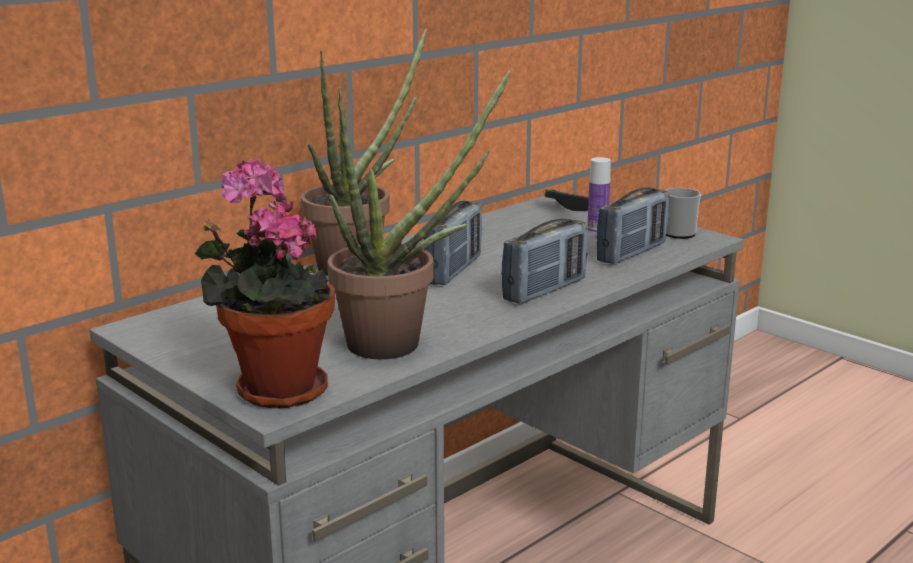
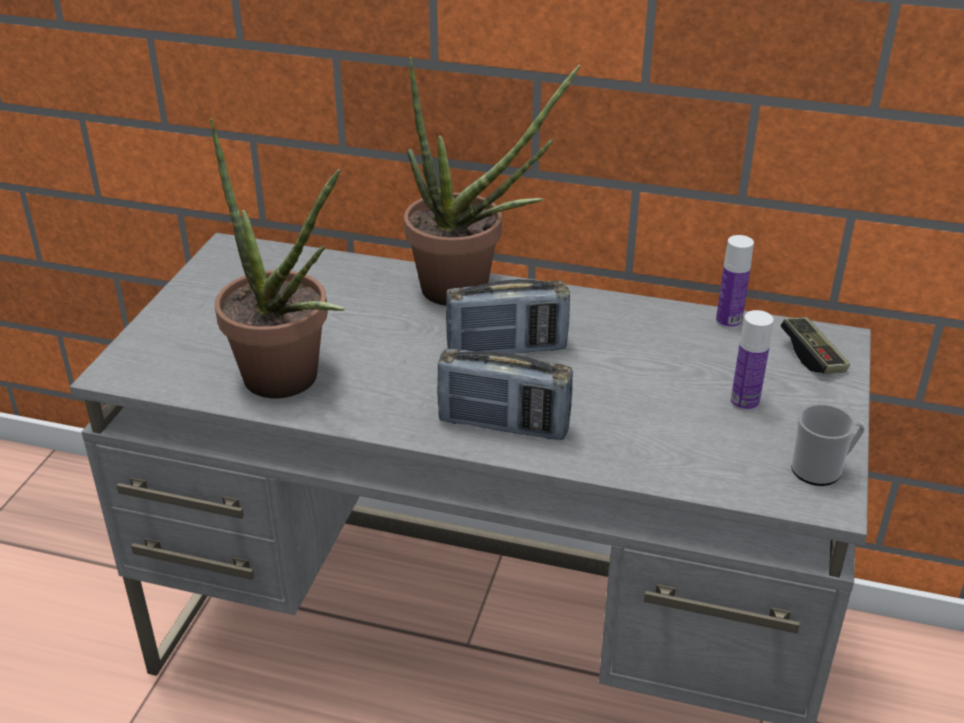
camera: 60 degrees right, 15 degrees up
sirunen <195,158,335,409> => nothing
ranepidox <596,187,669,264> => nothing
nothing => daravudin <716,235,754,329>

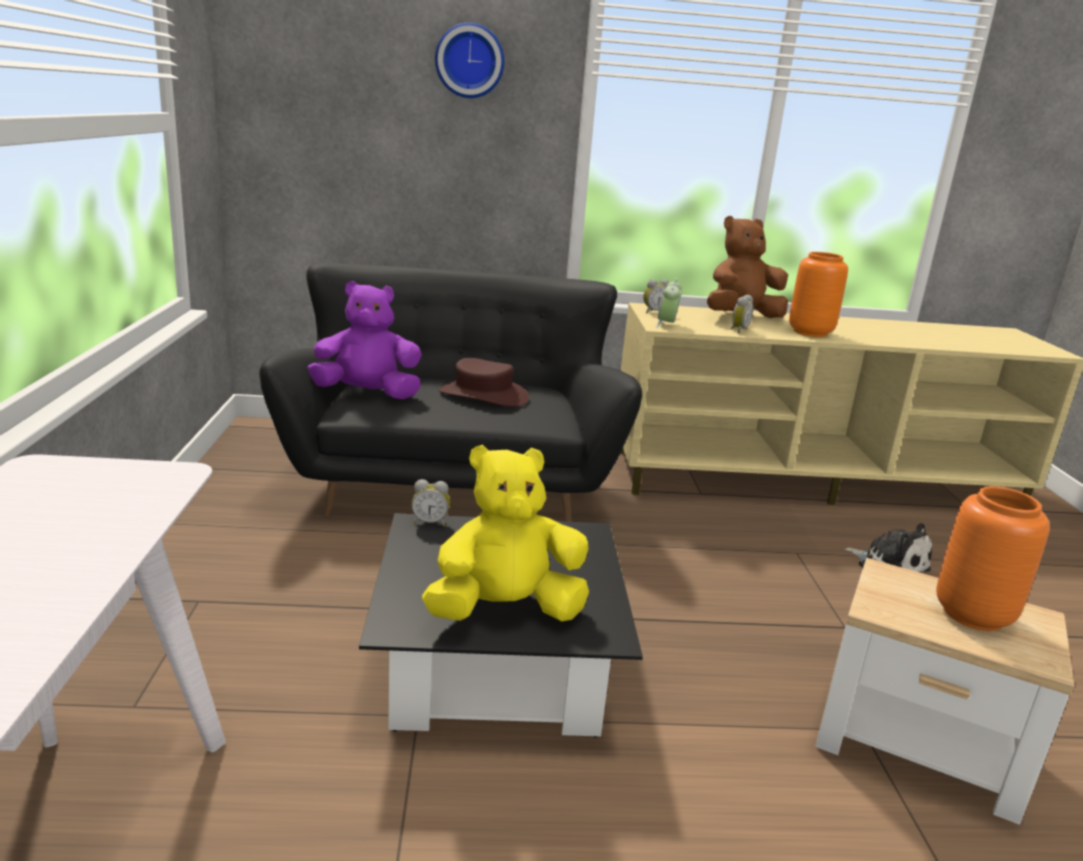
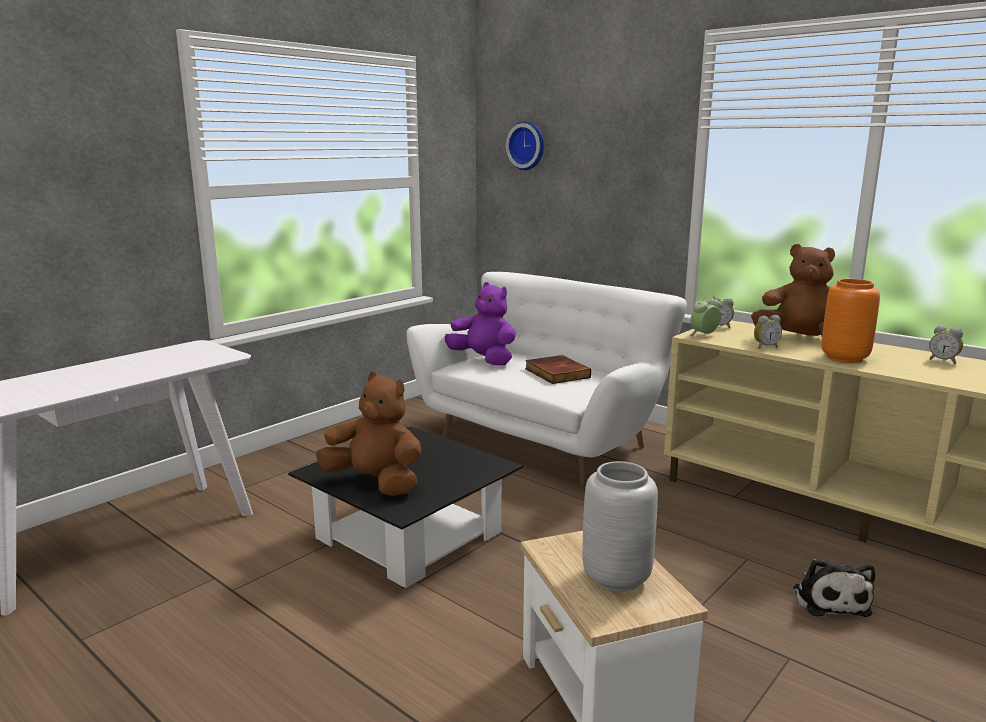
camera: 45 degrees right, 5 degrees down
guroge <435,22,504,98> => guroge <506,121,544,170>, moved
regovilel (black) <259,263,642,522> => regovilel (white) <406,272,687,486>
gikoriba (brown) <439,358,529,407> => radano <525,355,591,384>
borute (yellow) <422,445,589,621> => borute (brown) <316,371,421,496>
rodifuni <411,479,450,527> => rodifuni <929,326,963,364>, moved
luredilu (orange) <936,486,1050,631> => luredilu (grey) <582,461,658,592>

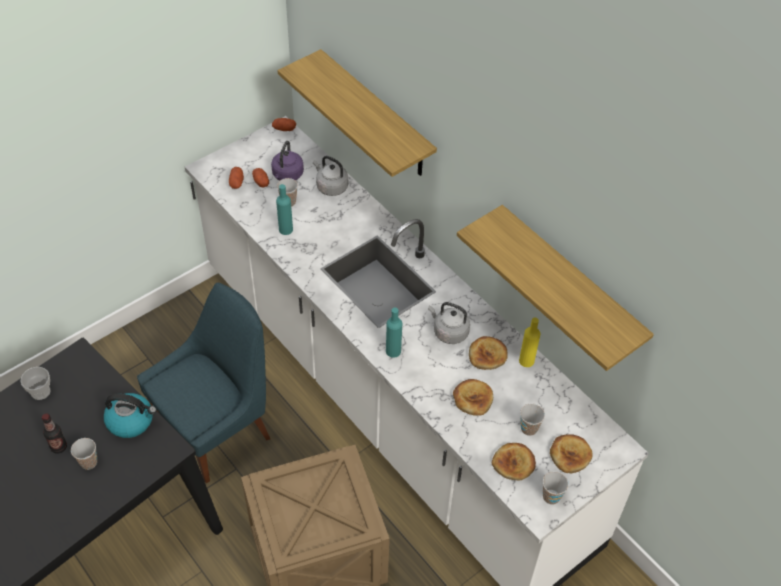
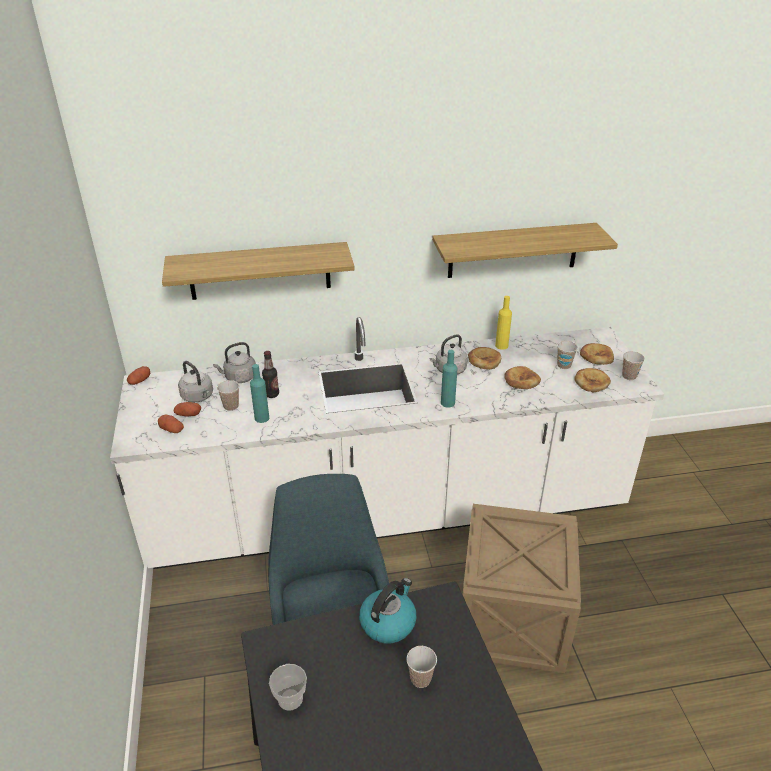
camera: 60 degrees left, 15 degrees down
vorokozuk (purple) <271,141,304,181> => vorokozuk (grey) <178,361,213,403>
daravudin <42,413,67,453> => daravudin <262,351,279,398>, moved

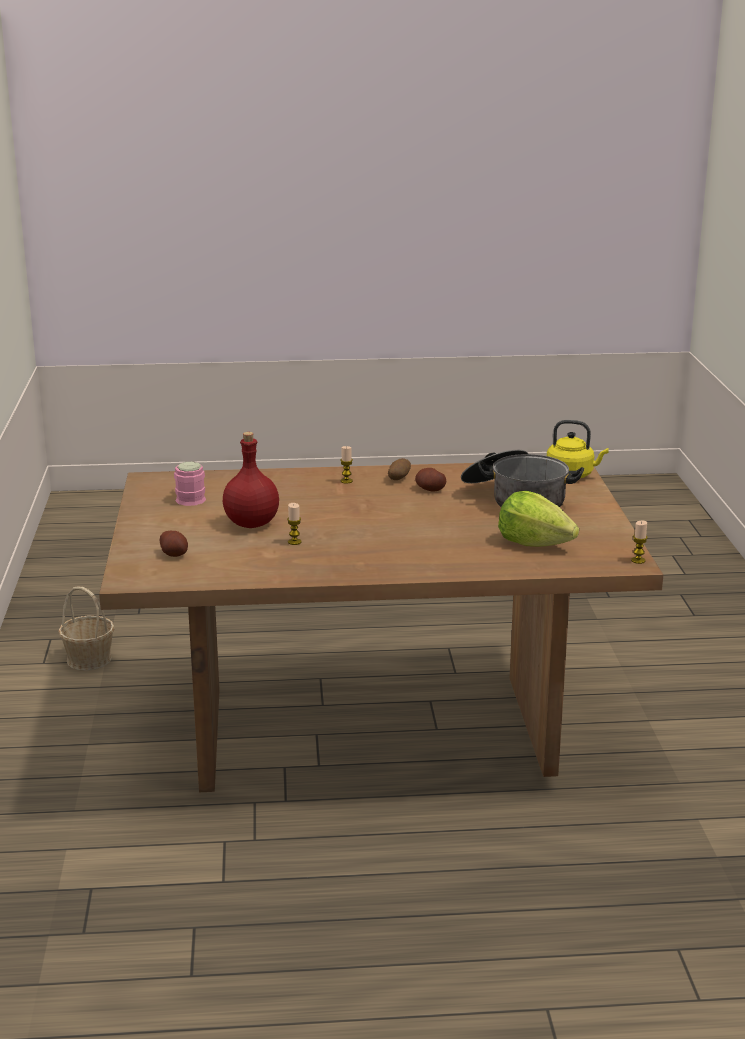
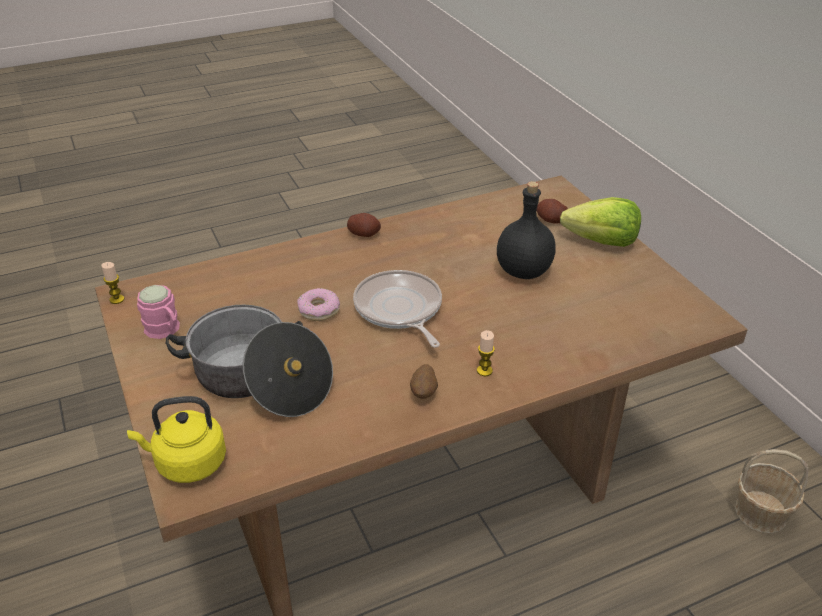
camera: 160 degrees right, 15 degrees up
daravudin (red) <223,432,279,528> => daravudin (black) <497,181,556,279>
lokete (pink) <174,461,206,506> => lokete (pink) <137,285,180,339>, moved
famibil <415,468,446,491> => famibil <347,213,381,237>, moved
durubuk <498,491,579,547> => durubuk <560,197,641,247>, moved
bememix <287,503,302,545> => nothing
nothing => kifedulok <353,270,442,348>
nothing => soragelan <297,288,340,321>

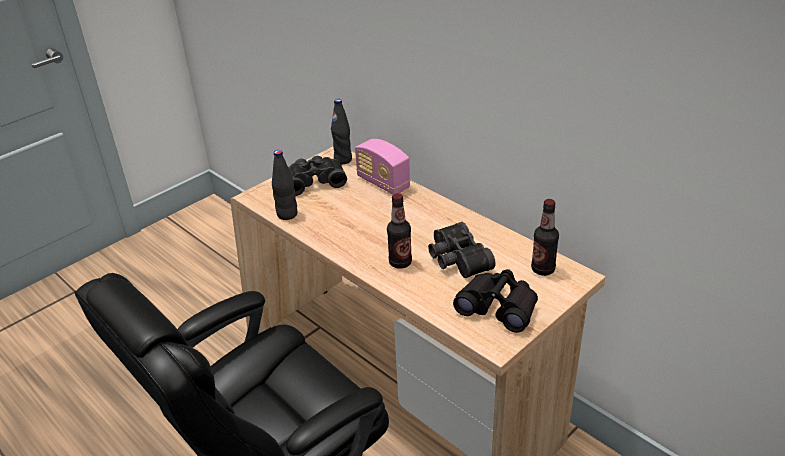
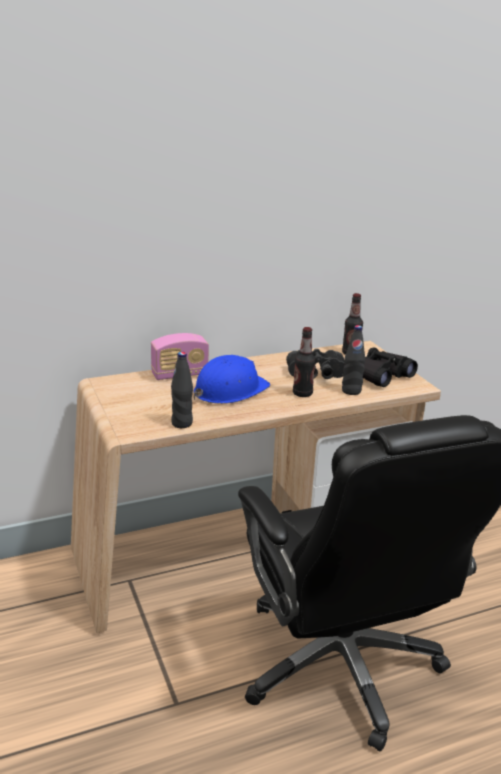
camera: 70 degrees left, 10 degrees down
daravudin (black) <331,99,352,164> => daravudin (black) <342,325,365,395>, moved
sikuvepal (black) <288,156,347,196> => nothing
nothing => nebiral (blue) <194,355,270,404>

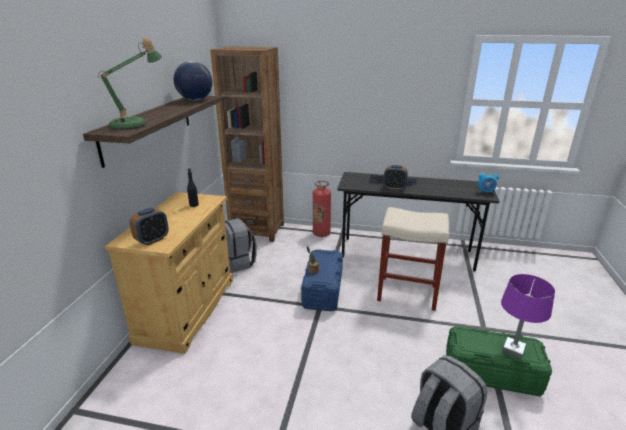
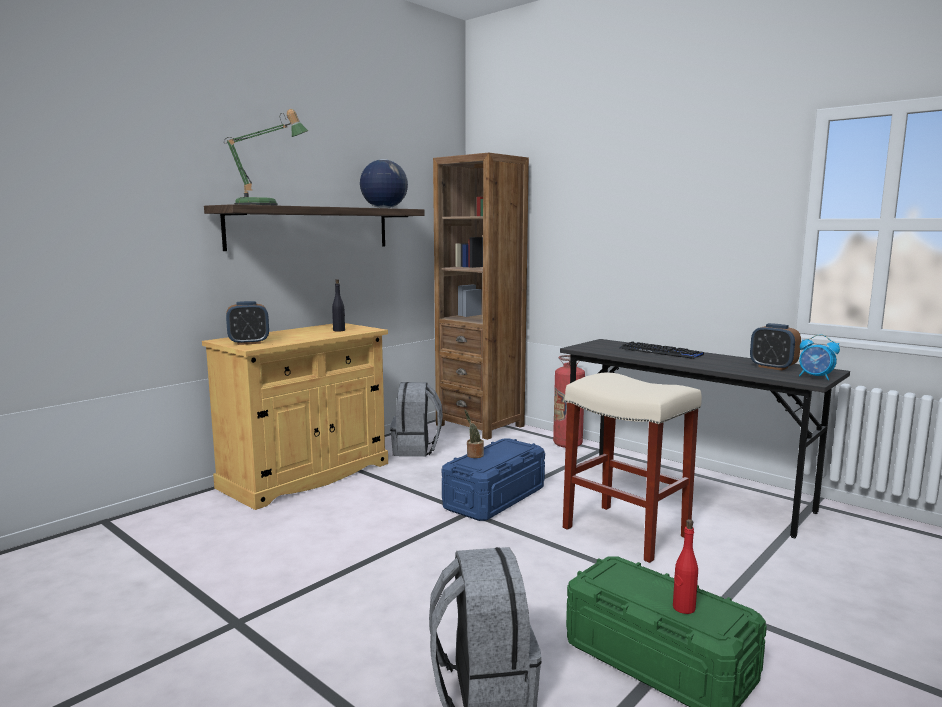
camera: 30 degrees right, 15 degrees down
rodifuni <383,165,408,191> => rodifuni <750,323,801,370>, moved
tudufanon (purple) <501,274,555,359> => daravudin (red) <673,519,698,614>

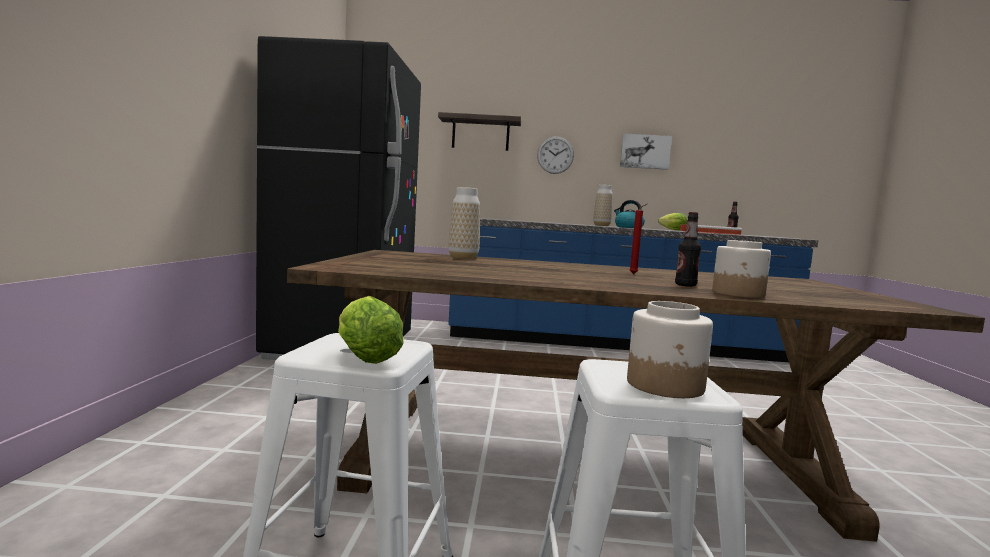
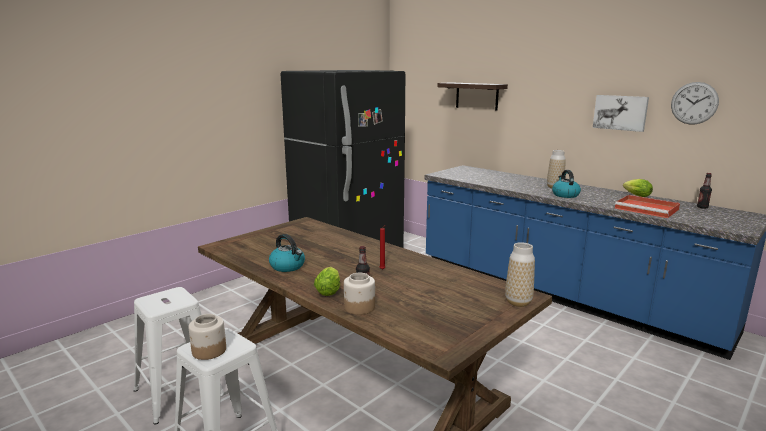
camera: 40 degrees right, 10 degrees up
guroge <537,136,574,174> => guroge <671,82,719,125>, moved
luredilu <448,187,480,260> => luredilu <505,242,535,307>, moved
durubuk <338,296,404,364> => durubuk <314,267,340,296>, moved
nothing => vorokozuk <269,234,305,272>

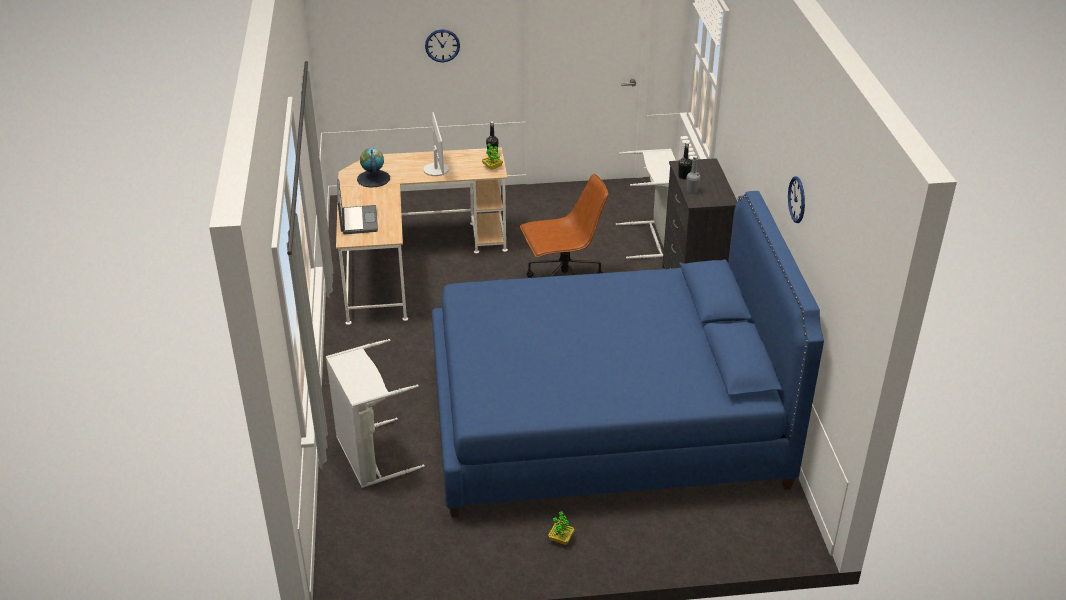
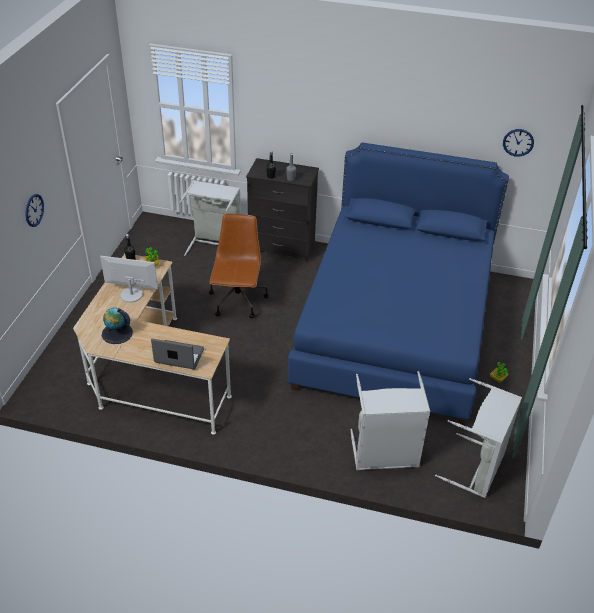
camera: 70 degrees left, 5 degrees up
guroge <788,176,805,223> => guroge <503,129,534,157>, moved
nothing => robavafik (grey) <435,378,522,498>

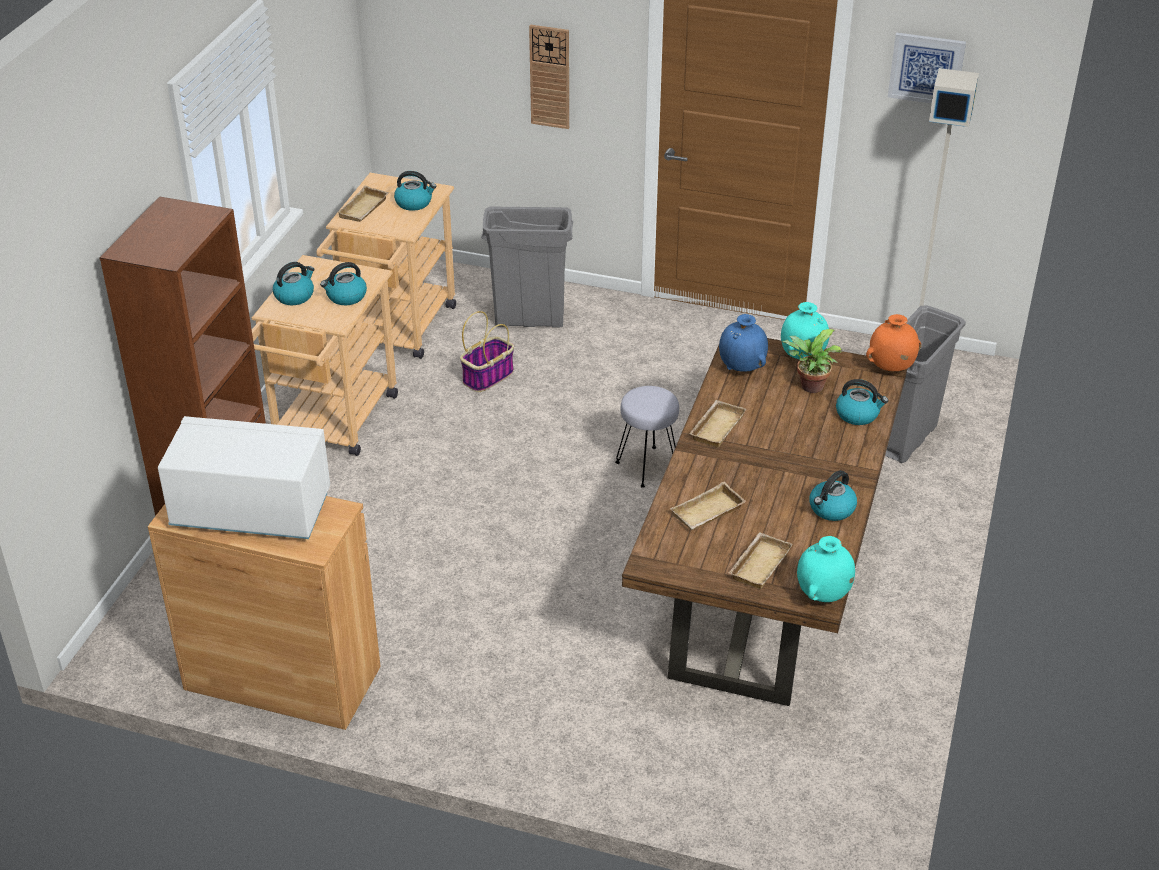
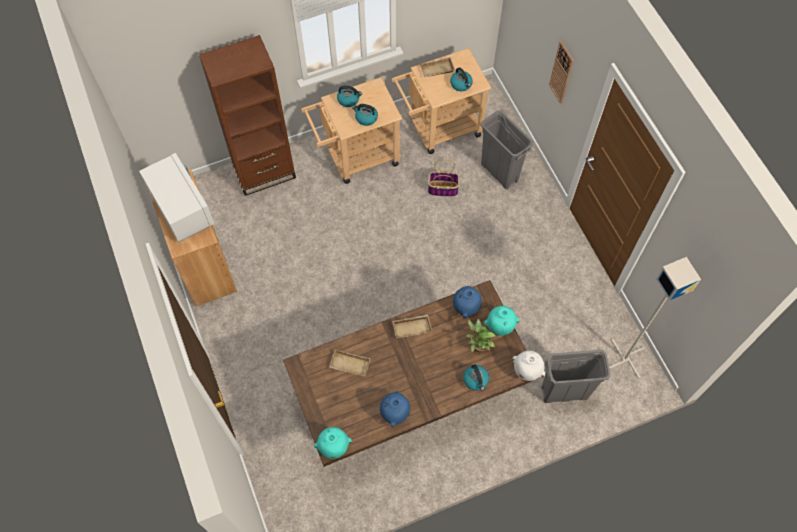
camera: 50 degrees right, 25 degrees up
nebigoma <888,32,966,104> => nothing
luredilu (orange) <866,314,921,371> => luredilu (white) <512,351,546,381>
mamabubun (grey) <615,386,679,488> => nothing
vorokozuk <809,470,857,521> => luredilu (blue) <380,391,410,427>
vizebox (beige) <729,532,793,589> => nothing

